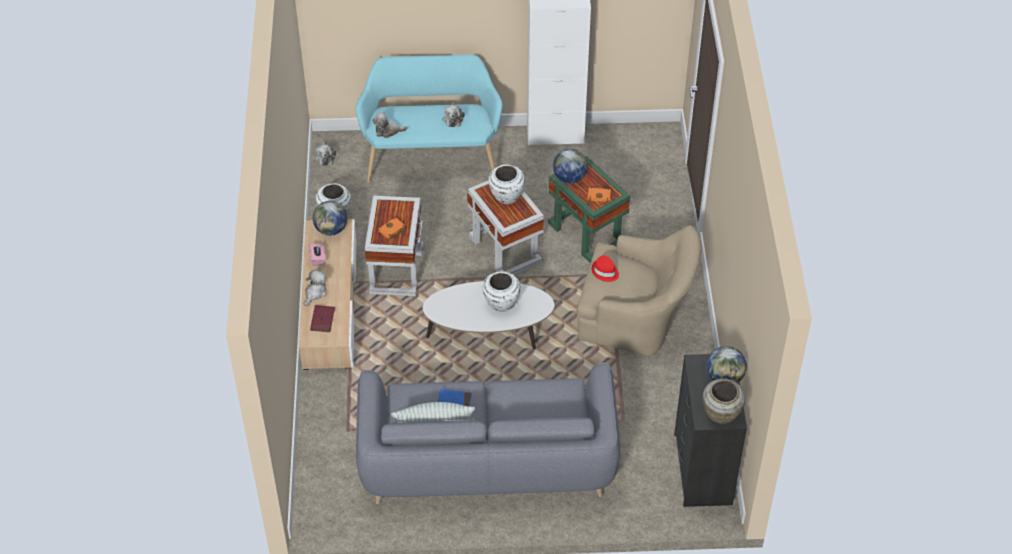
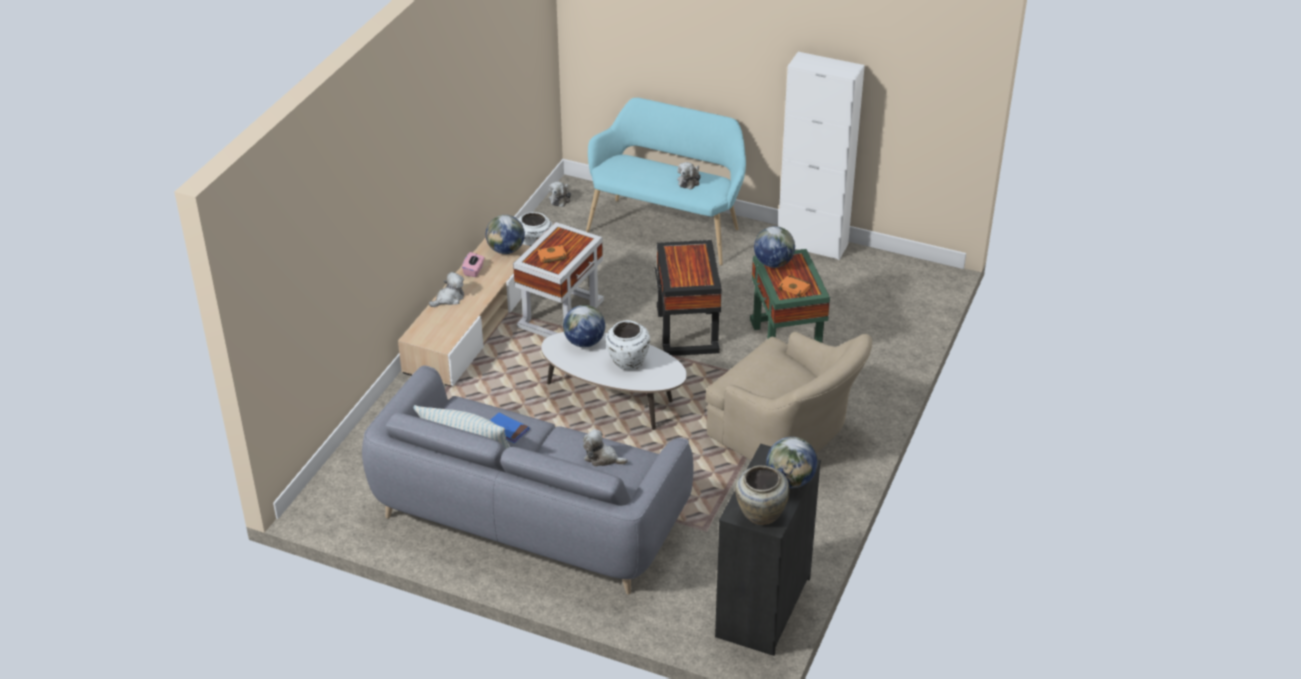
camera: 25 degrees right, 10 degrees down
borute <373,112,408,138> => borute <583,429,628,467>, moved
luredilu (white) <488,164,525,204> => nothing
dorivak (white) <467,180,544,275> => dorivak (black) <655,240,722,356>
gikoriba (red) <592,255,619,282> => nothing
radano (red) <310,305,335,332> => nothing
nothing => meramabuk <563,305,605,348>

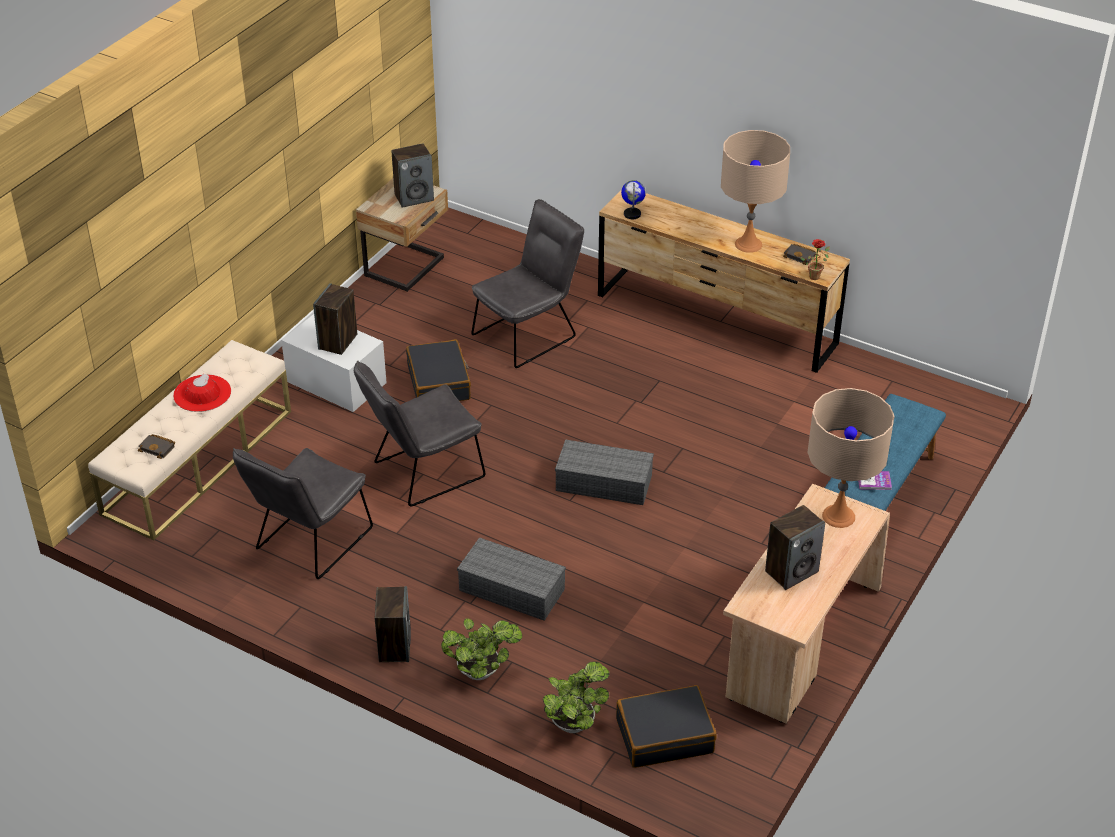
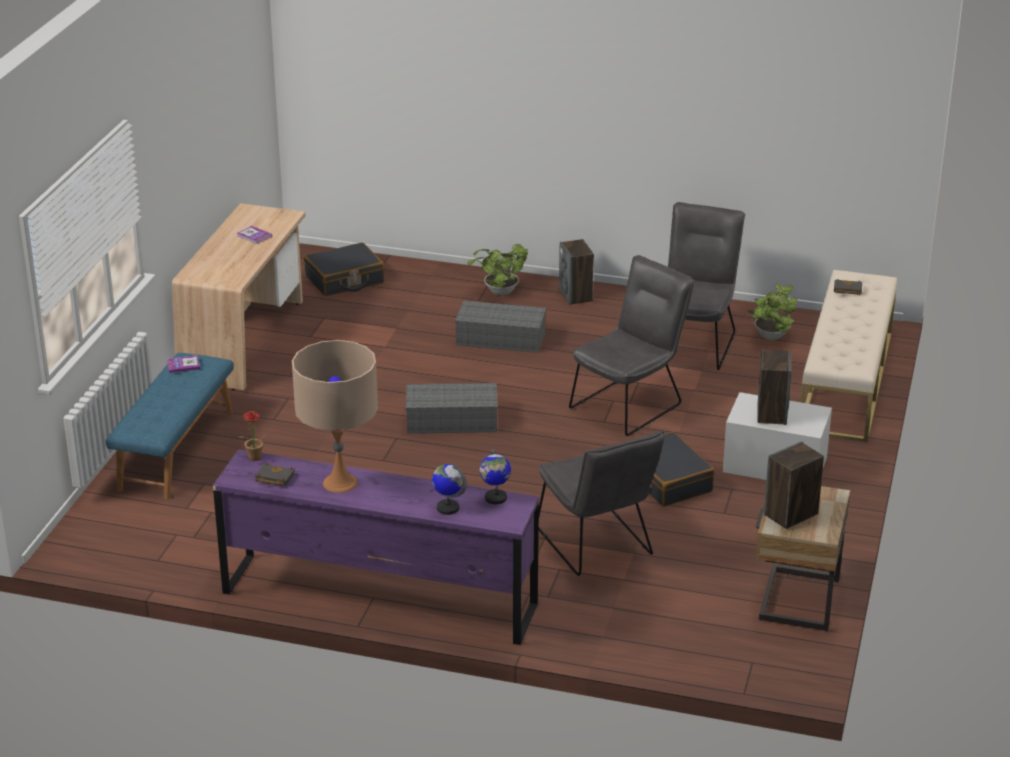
camera: 165 degrees right, 10 degrees down
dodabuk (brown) <598,190,850,373> => dodabuk (purple) <213,450,539,645>
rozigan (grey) <471,199,584,368> => rozigan (grey) <539,431,664,576>, 60 degrees counterclockwise
gikoriba (red) <173,374,231,412> => nothing
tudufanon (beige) <807,388,894,528> => nothing
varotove <765,505,825,590> => radano <237,226,272,244>
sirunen <543,661,610,733> => sirunen <747,283,797,340>, moved
nothing => meramabuk <432,464,467,515>

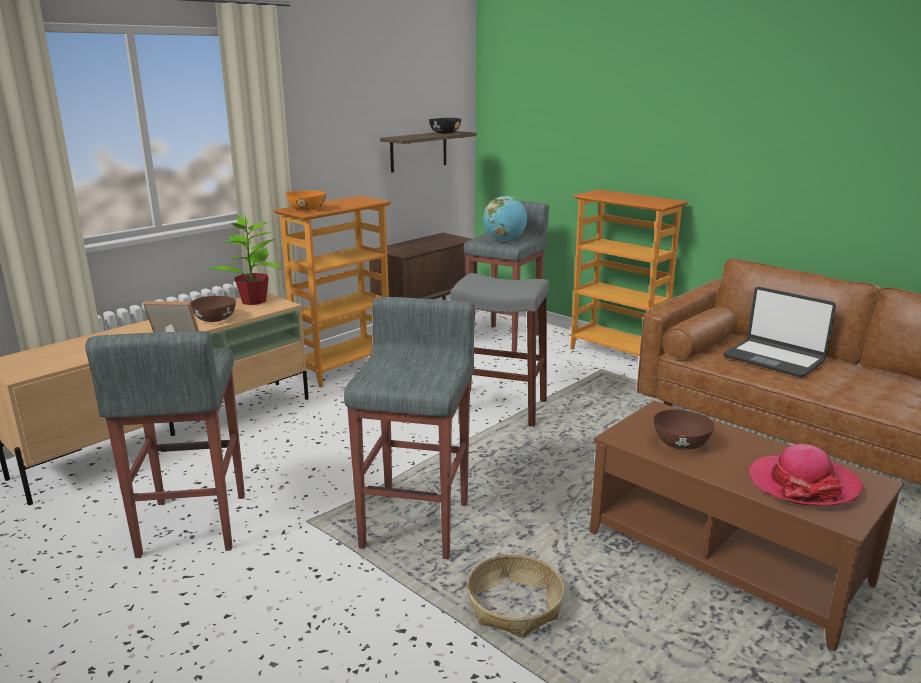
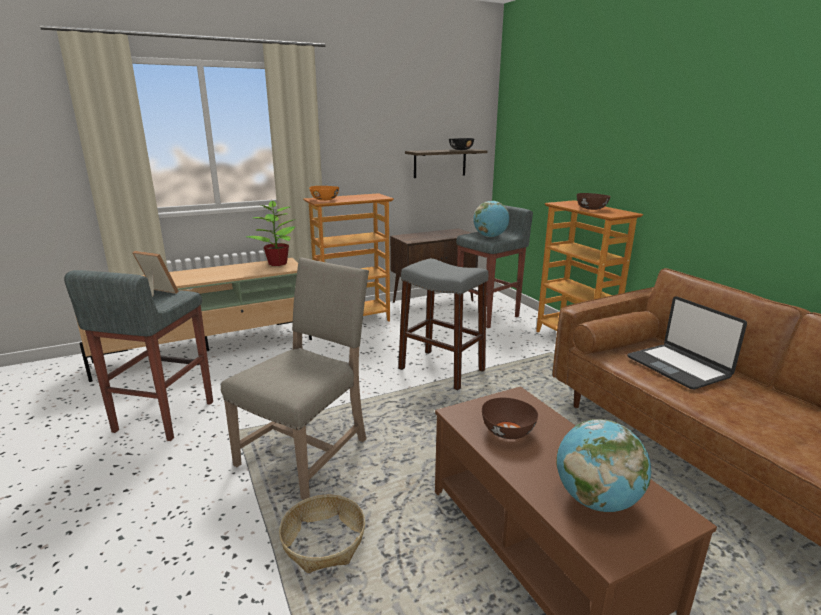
camera: 20 degrees right, 0 degrees up
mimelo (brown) <191,296,236,322> => mimelo (brown) <577,193,611,210>, moved
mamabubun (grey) <344,297,475,559> => rozigan (beige) <221,257,369,500>
gikoriba <748,444,863,506> => meramabuk <556,419,651,512>

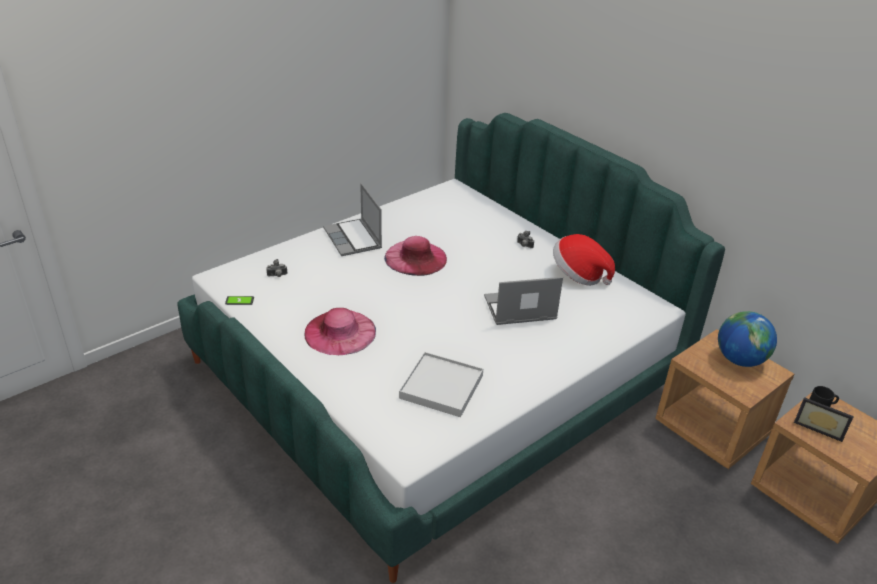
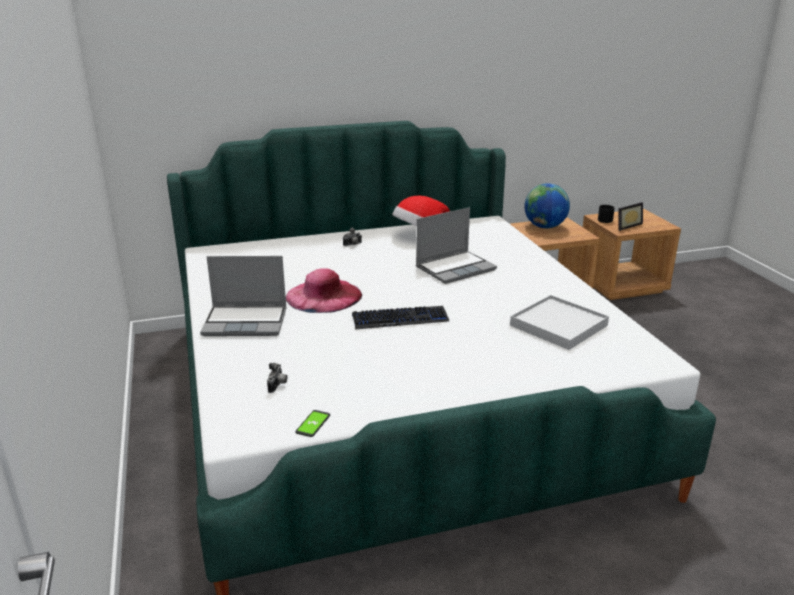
camera: 65 degrees left, 10 degrees down
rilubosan <484,277,563,325> => rilubosan <416,207,497,284>, 135 degrees counterclockwise
gikoriba (pink) <304,308,376,355> => nothing
nothing => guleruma <352,306,449,330>

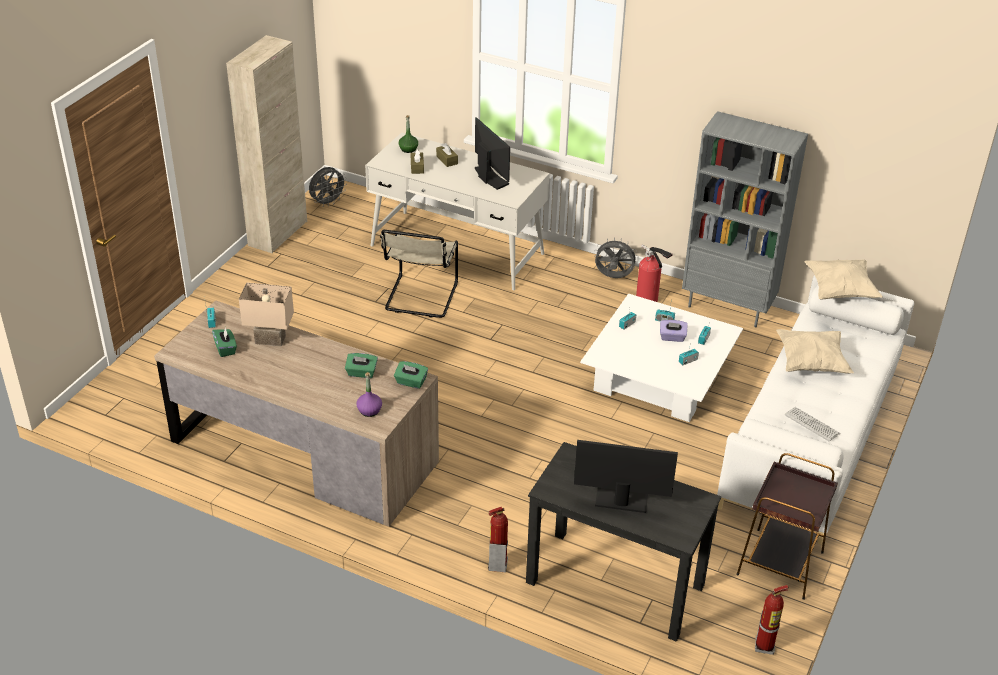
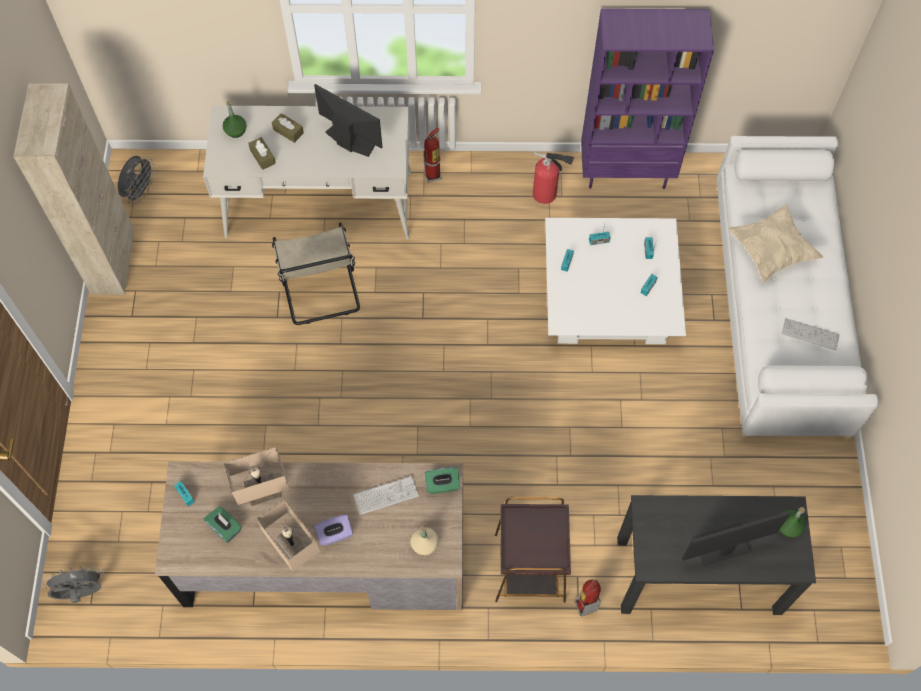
camera: 25 degrees left, 25 degrees up
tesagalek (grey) <682,111,808,327> => tesagalek (purple) <581,8,714,189>
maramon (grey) <594,237,639,278> => maramon (grey) <43,566,104,603>, moved
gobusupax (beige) <804,259,883,300> => nothing
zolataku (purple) <660,320,688,342> => zolataku (purple) <314,515,353,546>, moved
zolataku (green) <345,353,378,378> => guleruma <354,476,419,515>
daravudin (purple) <356,372,382,417> => daravudin (beige) <410,526,439,555>
dorivak (brown) <736,453,838,600> => dorivak (brown) <495,497,571,603>, moved
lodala <755,585,789,655> => lodala <423,127,442,182>, moved
nothing => tudufanon (beige) <257,499,320,571>
nothing => daravudin (green) <779,507,806,537>

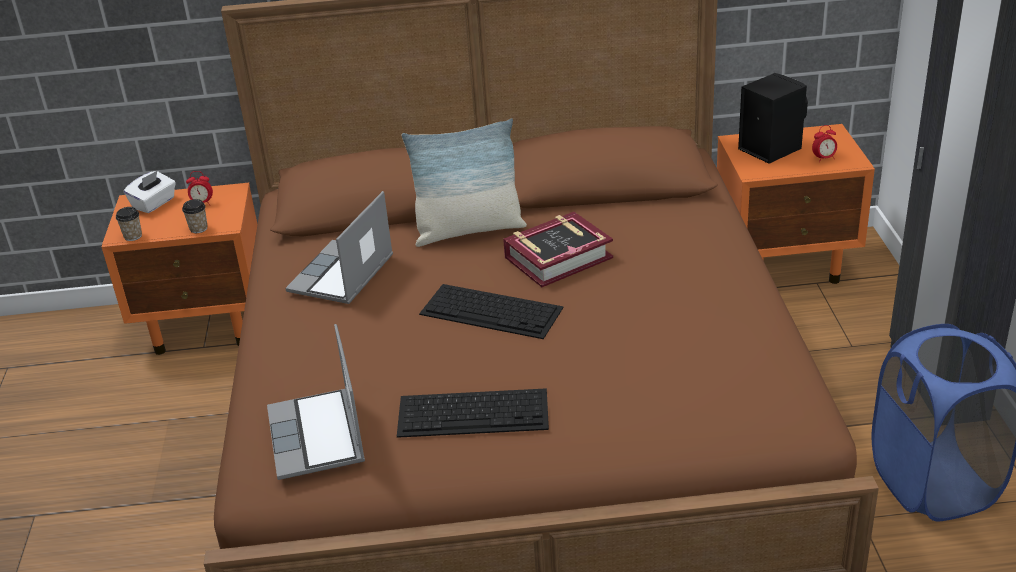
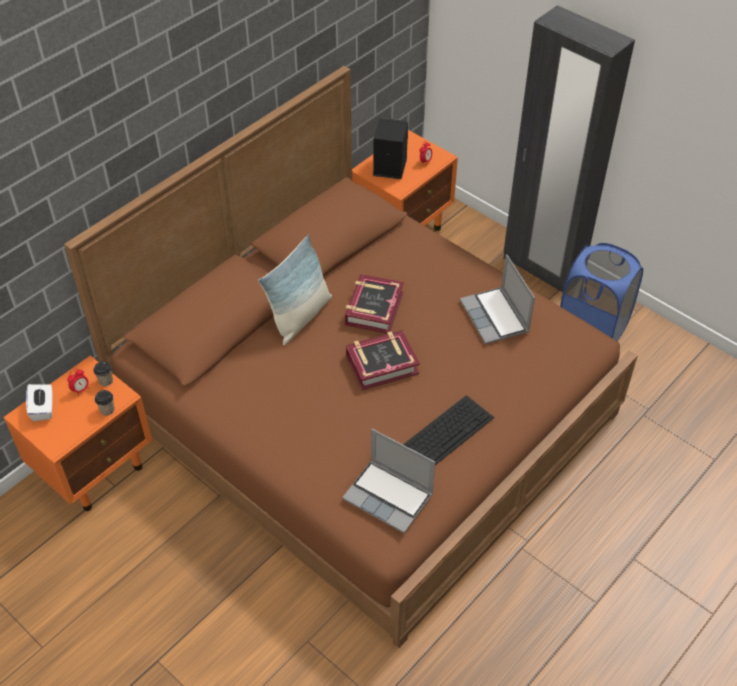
camera: 45 degrees left, 15 degrees up
rilubosan <285,191,393,304> => rilubosan <460,254,535,344>, moved
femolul <116,207,142,241> => femolul <93,361,113,386>, moved
guleruma <419,284,564,339> => radano <346,330,420,390>

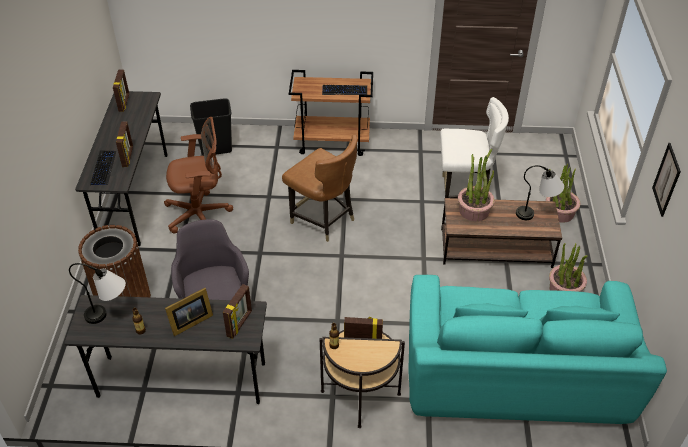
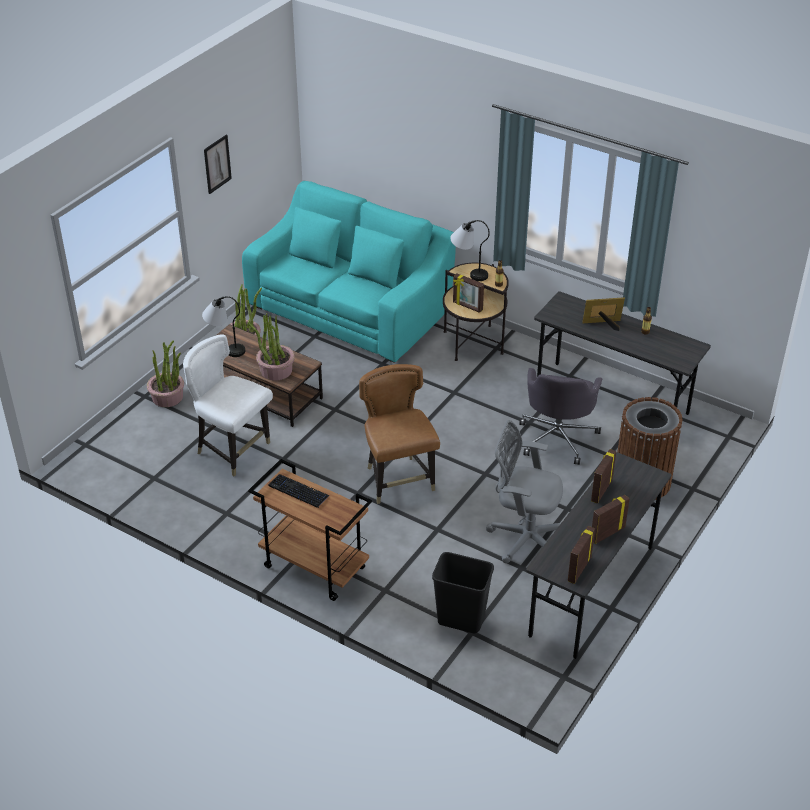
camera: 150 degrees left, 5 degrees down
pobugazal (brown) <164,117,233,234> => pobugazal (grey) <486,420,563,563>
guleruma <90,151,116,185> => nothing
tudufanon <69,263,126,324> => tudufanon <450,220,490,281>, moved
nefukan <223,284,252,339> => nefukan <592,495,630,544>, moved

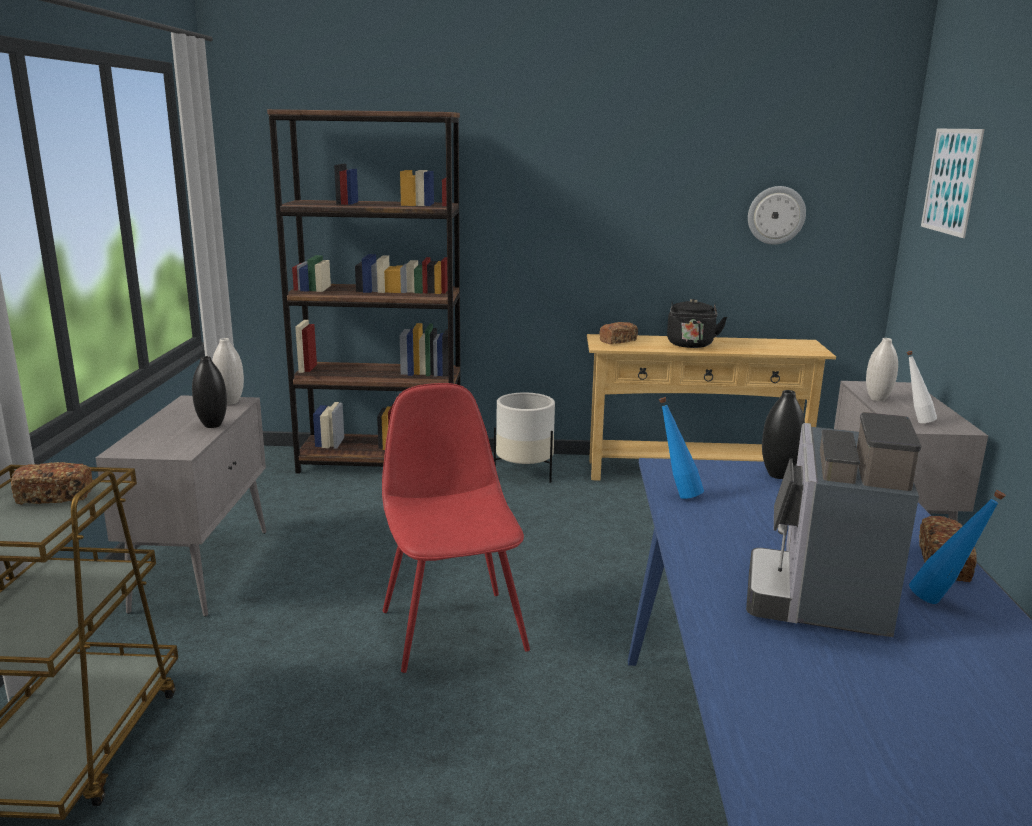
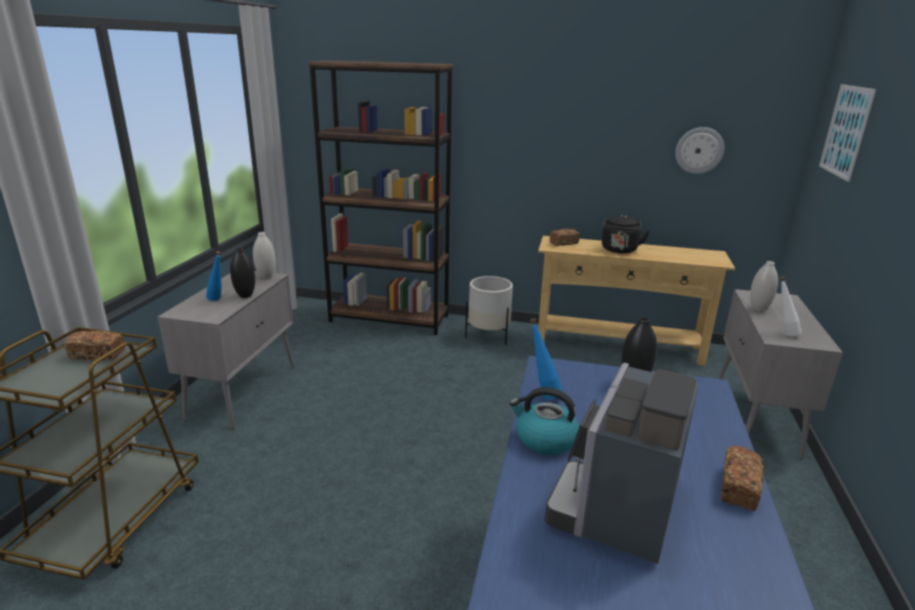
camera: 10 degrees right, 5 degrees up
rozigan (red) <382,383,530,673> => nothing
daravudin (blue) <909,490,1006,604> => daravudin (blue) <206,251,222,301>, moved
nothing => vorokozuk <509,387,579,455>

